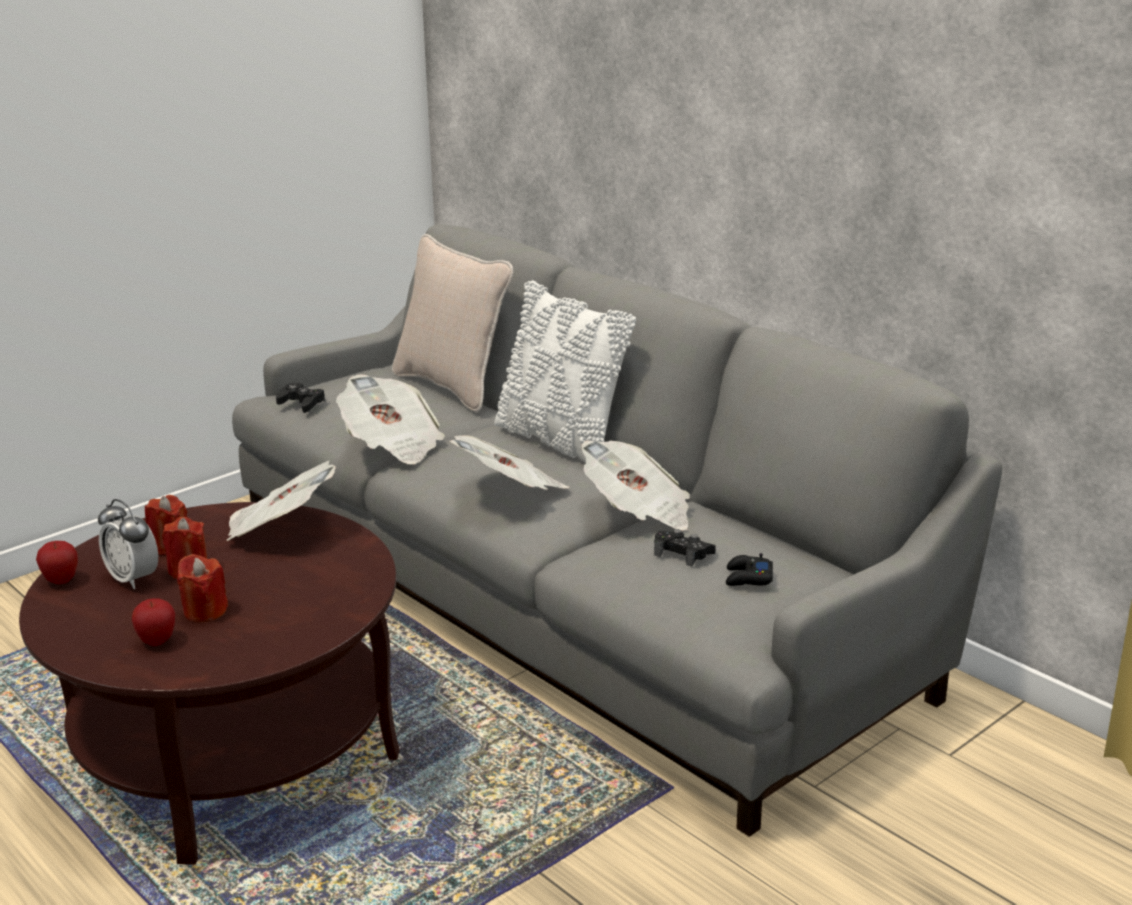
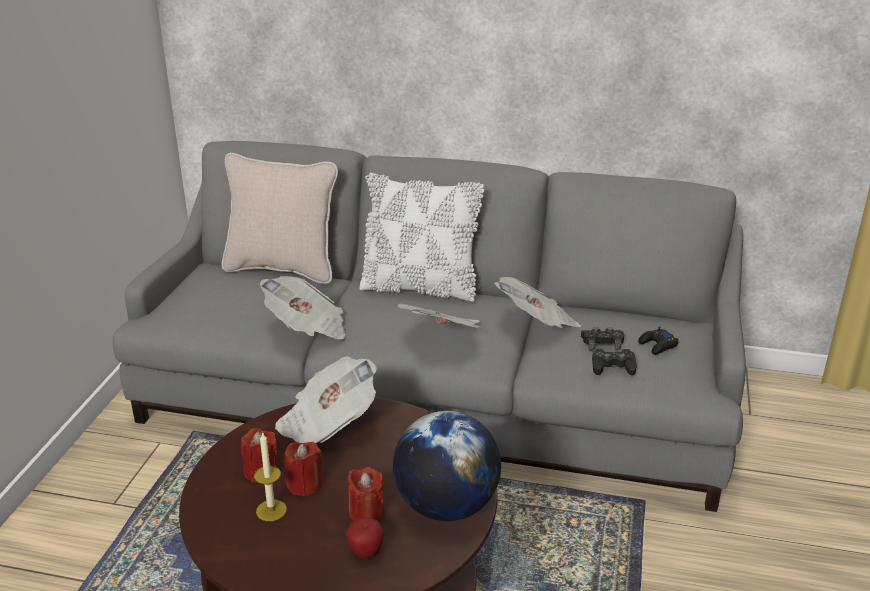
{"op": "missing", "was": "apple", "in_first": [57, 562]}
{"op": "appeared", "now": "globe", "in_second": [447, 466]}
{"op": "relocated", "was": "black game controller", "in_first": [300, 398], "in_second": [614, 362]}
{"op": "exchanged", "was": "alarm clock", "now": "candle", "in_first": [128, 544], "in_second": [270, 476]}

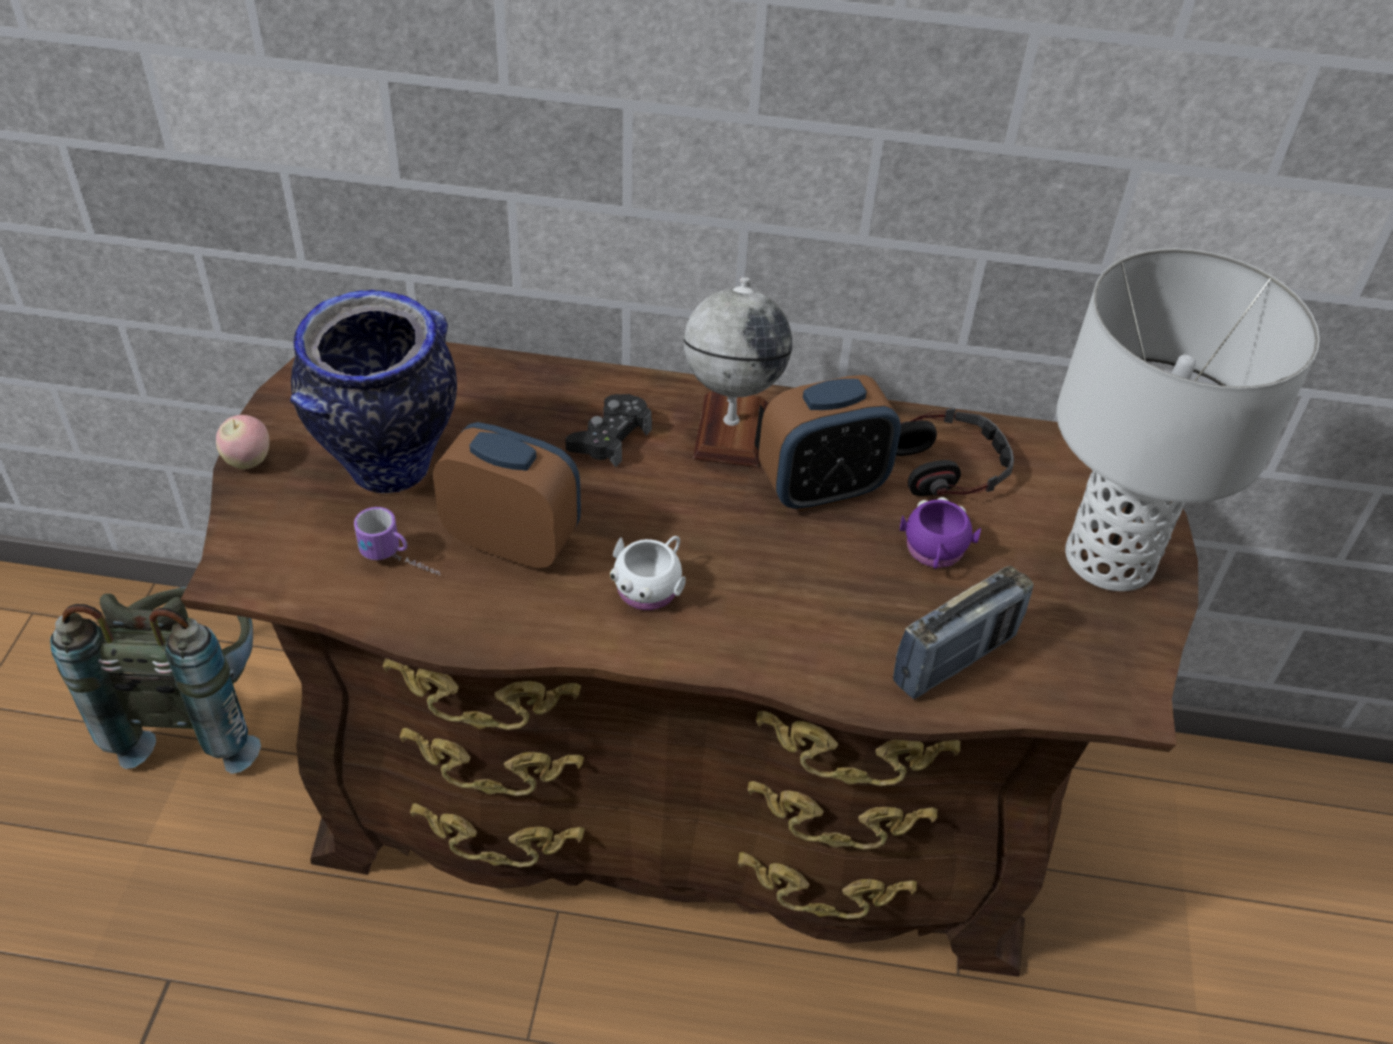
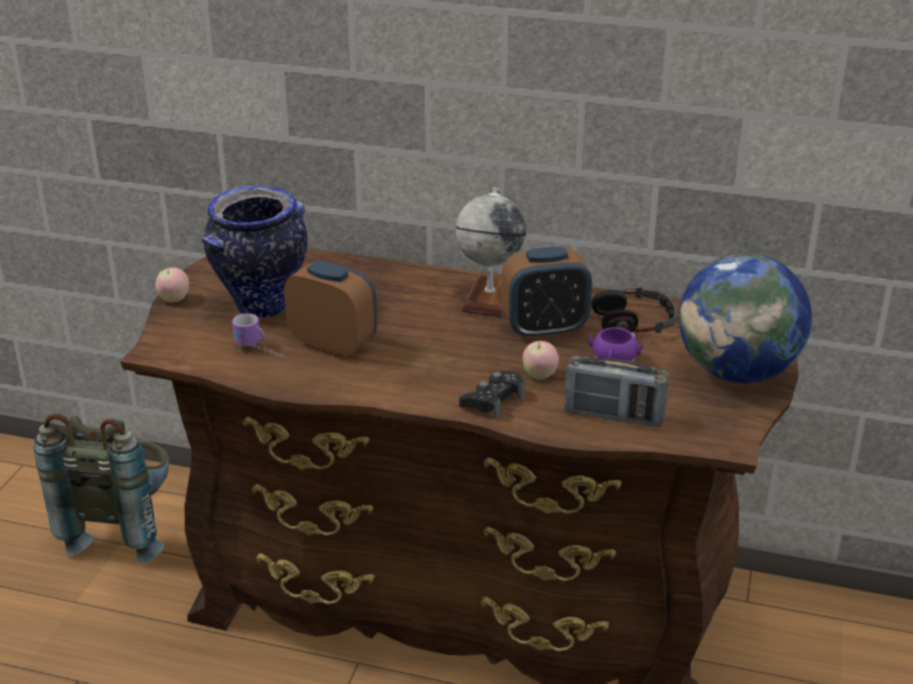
{"op": "missing", "was": "white mug", "in_first": [648, 573]}
{"op": "appeared", "now": "apple", "in_second": [541, 360]}
{"op": "relocated", "was": "black game controller", "in_first": [609, 430], "in_second": [492, 394]}
{"op": "exchanged", "was": "white table lamp", "now": "globe", "in_first": [1188, 419], "in_second": [745, 318]}
{"op": "spun", "was": "radio", "in_first": [963, 632], "in_second": [616, 391], "clockwise": 45}

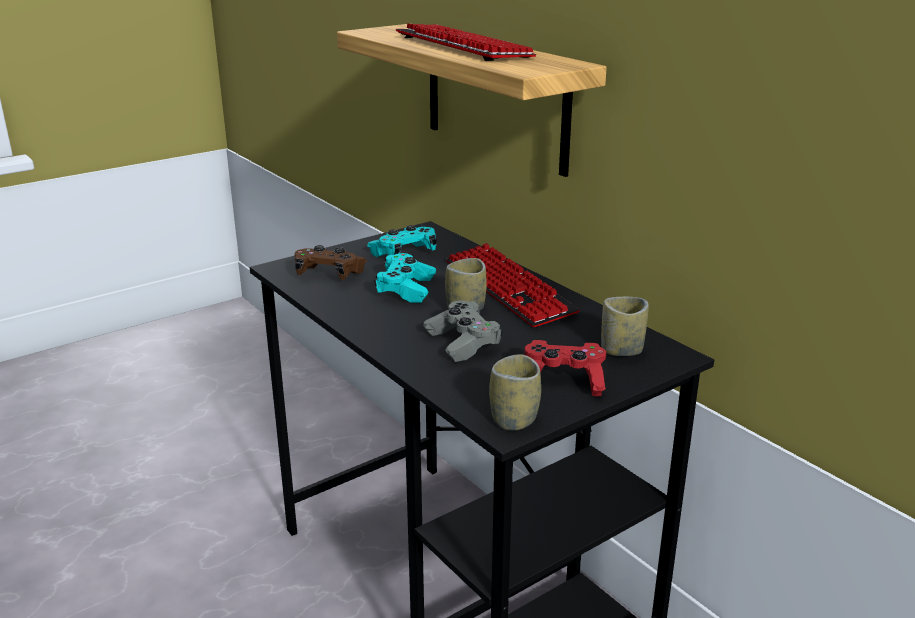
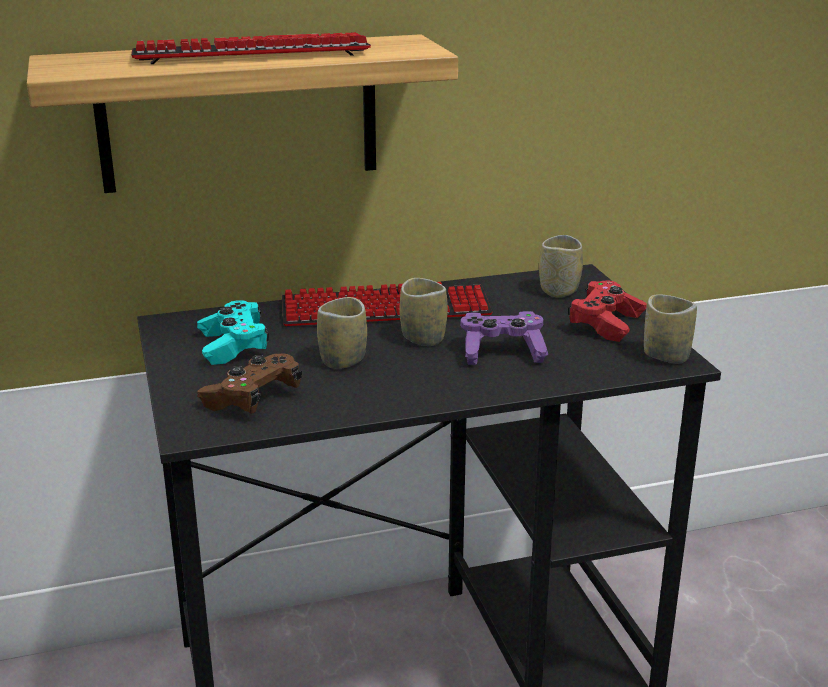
{"op": "exchanged", "was": "turquoise game controller", "now": "cup", "in_first": [405, 278], "in_second": [342, 333]}
{"op": "colour", "was": "grey game controller", "now": "purple game controller", "in_first": [463, 331], "in_second": [504, 338]}

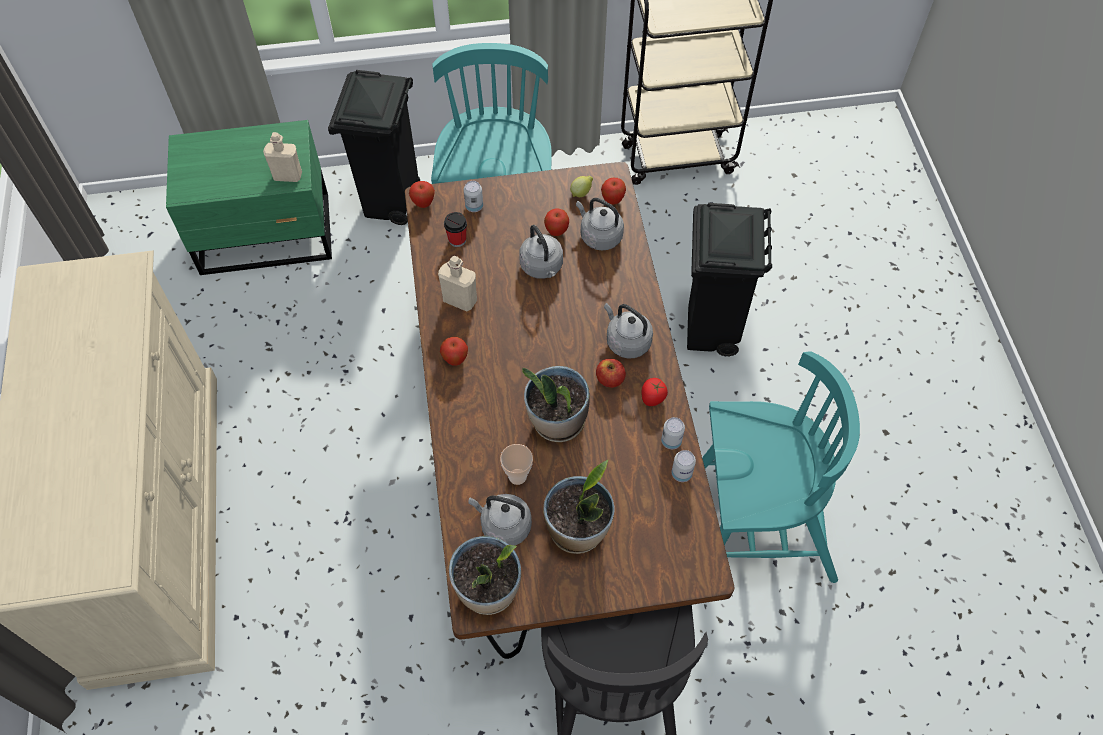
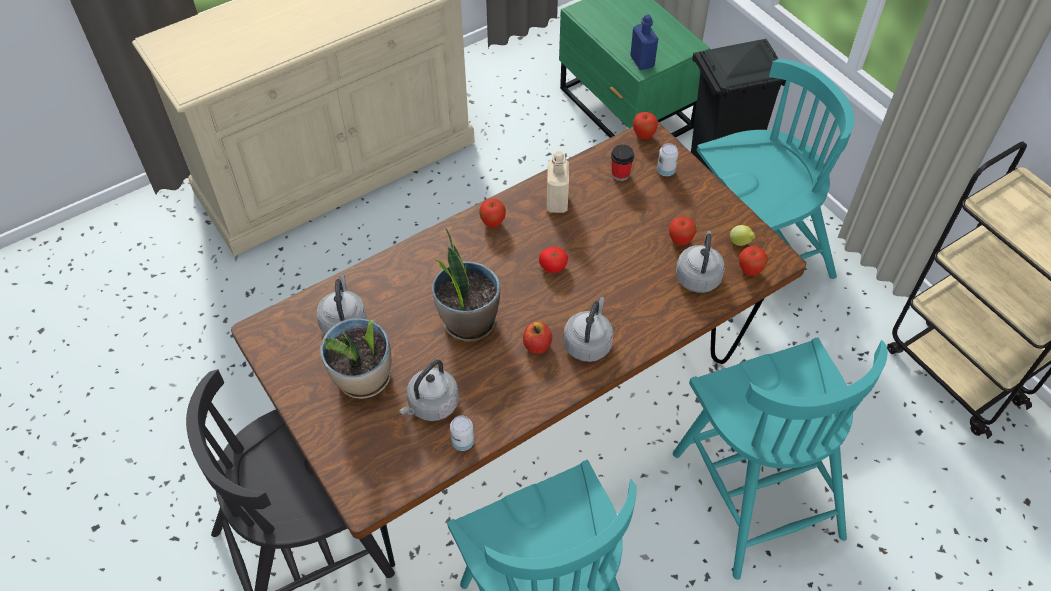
{"op": "missing", "was": "potted plant", "in_first": [485, 575]}
{"op": "missing", "was": "cup", "in_first": [516, 464]}
{"op": "missing", "was": "can", "in_first": [673, 433]}
{"op": "relocated", "was": "grey kettle", "in_first": [541, 252], "in_second": [429, 390]}
{"op": "relocated", "was": "tomato", "in_first": [654, 392], "in_second": [553, 260]}
{"op": "exchanged", "was": "black trash can", "now": "turquoise chair", "in_first": [729, 280], "in_second": [780, 458]}
{"op": "colour", "was": "beige bottle", "now": "blue bottle", "in_first": [282, 157], "in_second": [644, 42]}

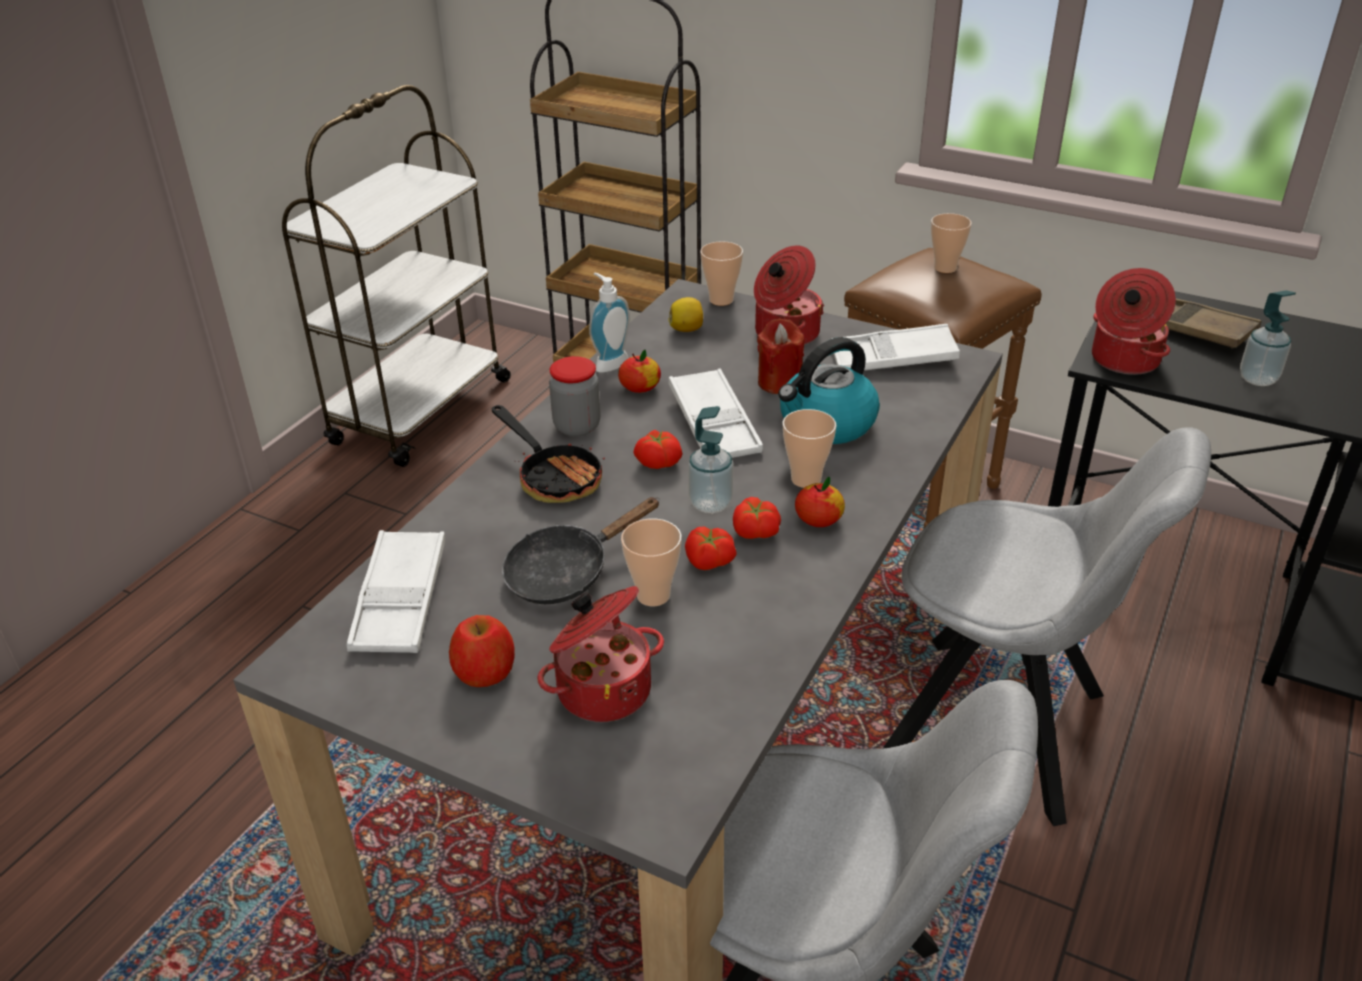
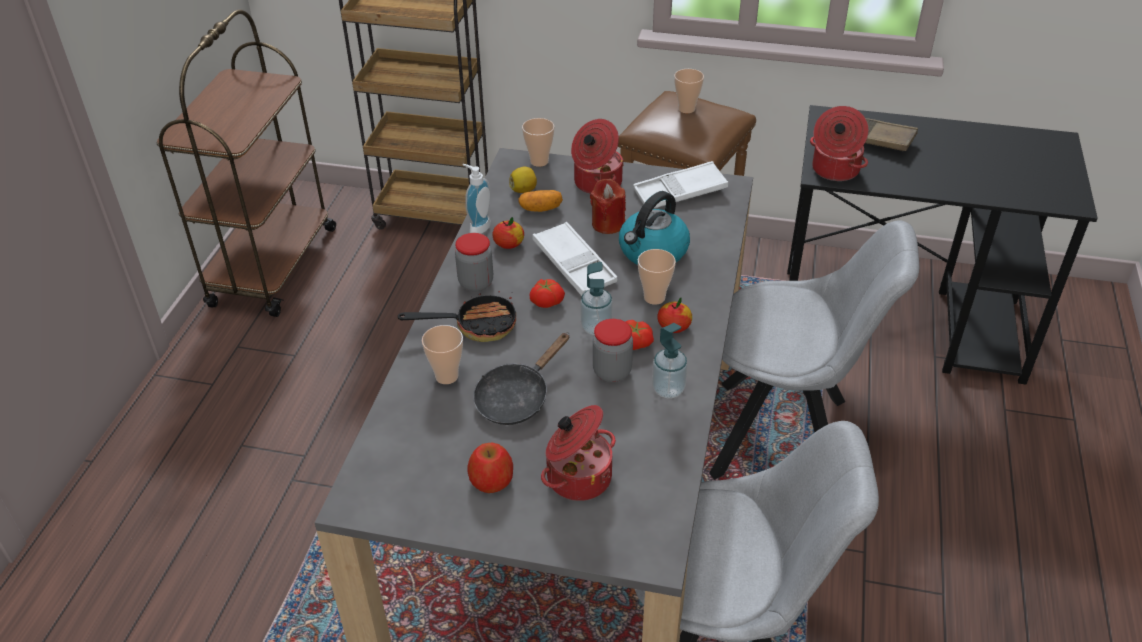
{"op": "missing", "was": "white tray", "in_first": [395, 591]}
{"op": "appeared", "now": "potato", "in_second": [540, 201]}
{"op": "relocated", "was": "cup", "in_first": [651, 562], "in_second": [442, 354]}
{"op": "relocated", "was": "soap dispenser", "in_first": [1268, 338], "in_second": [670, 360]}
{"op": "exchanged", "was": "tomato", "now": "jar", "in_first": [711, 548], "in_second": [613, 350]}
{"op": "colour", "was": "white cart", "now": "brown cart", "in_first": [396, 276], "in_second": [246, 163]}
{"op": "spun", "was": "frying pan", "in_first": [548, 454], "in_second": [457, 316], "clockwise": -45}

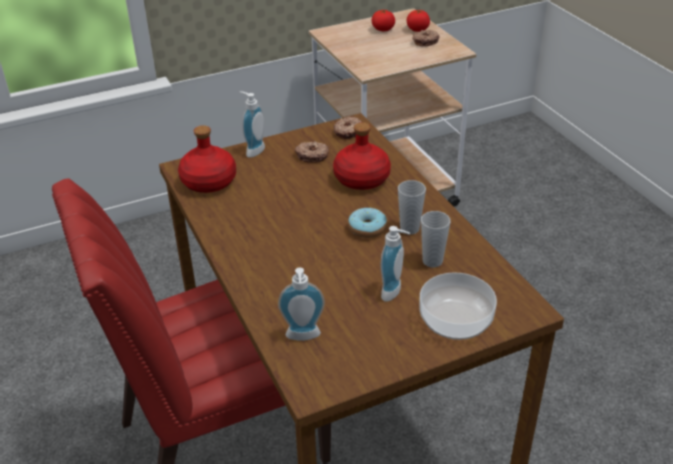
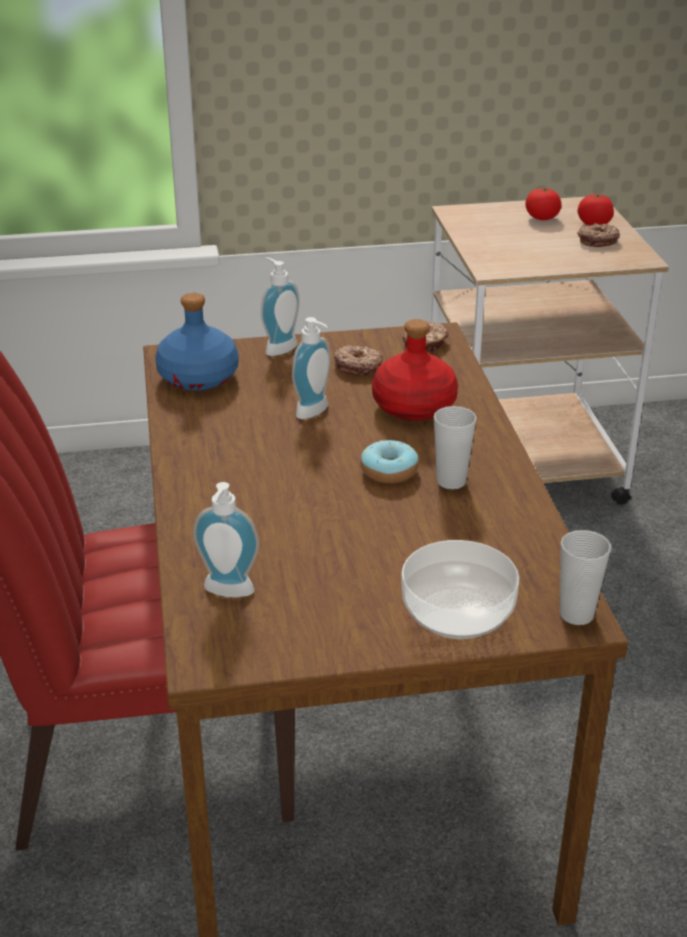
{"op": "relocated", "was": "soap dispenser", "in_first": [395, 264], "in_second": [311, 368]}
{"op": "relocated", "was": "cup", "in_first": [436, 239], "in_second": [585, 577]}
{"op": "colour", "was": "red bottle", "now": "blue bottle", "in_first": [207, 159], "in_second": [196, 342]}

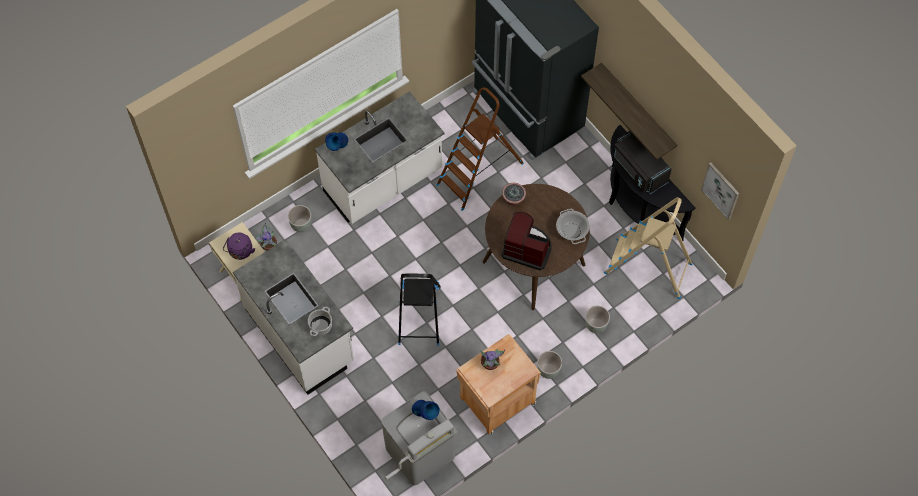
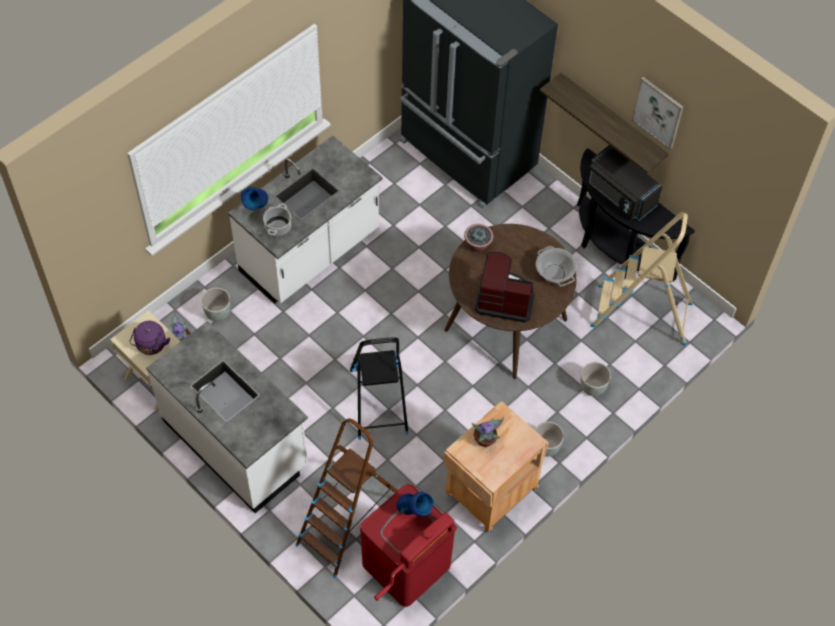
{"op": "relocated", "was": "cooking pot", "in_first": [320, 321], "in_second": [277, 219]}
{"op": "relocated", "was": "brown step ladder", "in_first": [480, 149], "in_second": [346, 498]}
{"op": "relocated", "was": "picture", "in_first": [720, 191], "in_second": [657, 113]}
{"op": "colour", "was": "grey washing machine", "now": "red washing machine", "in_first": [419, 438], "in_second": [408, 545]}

